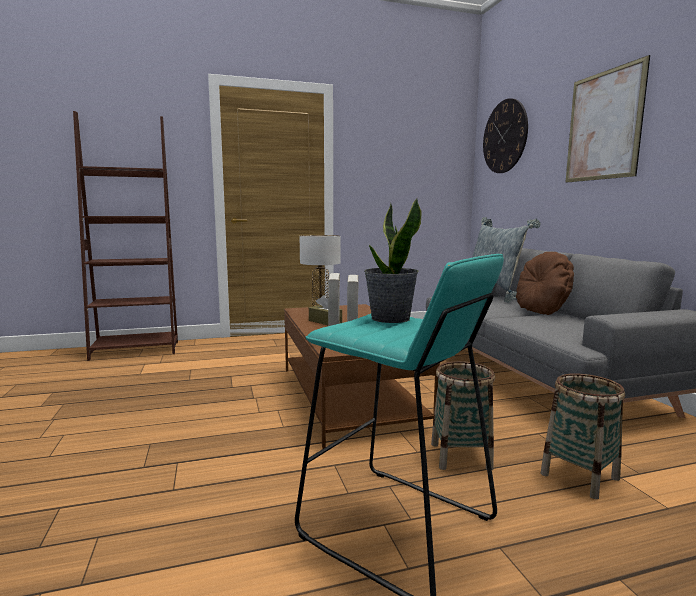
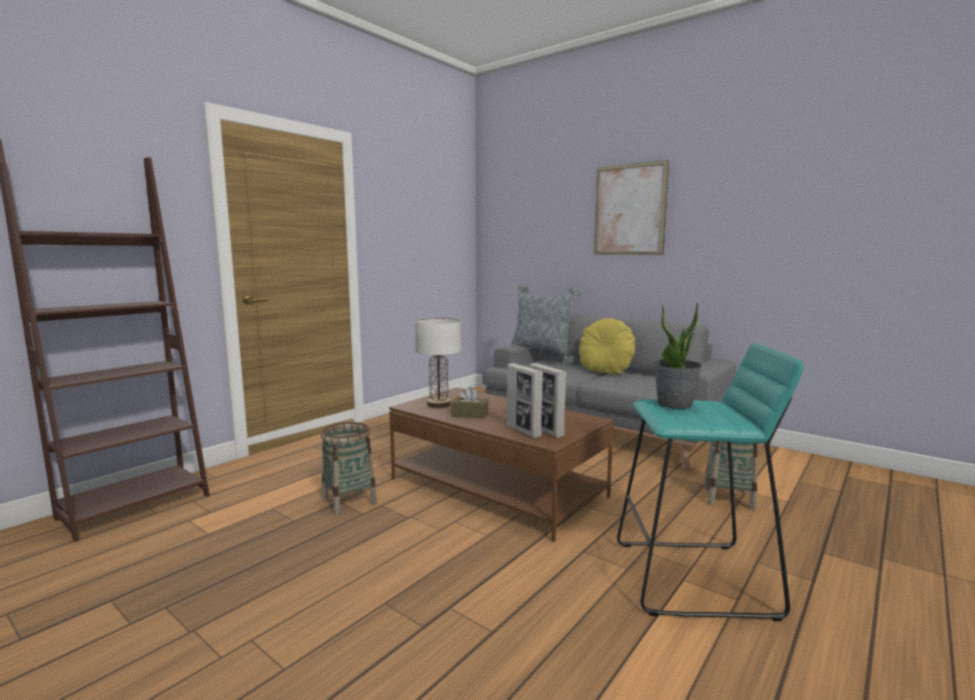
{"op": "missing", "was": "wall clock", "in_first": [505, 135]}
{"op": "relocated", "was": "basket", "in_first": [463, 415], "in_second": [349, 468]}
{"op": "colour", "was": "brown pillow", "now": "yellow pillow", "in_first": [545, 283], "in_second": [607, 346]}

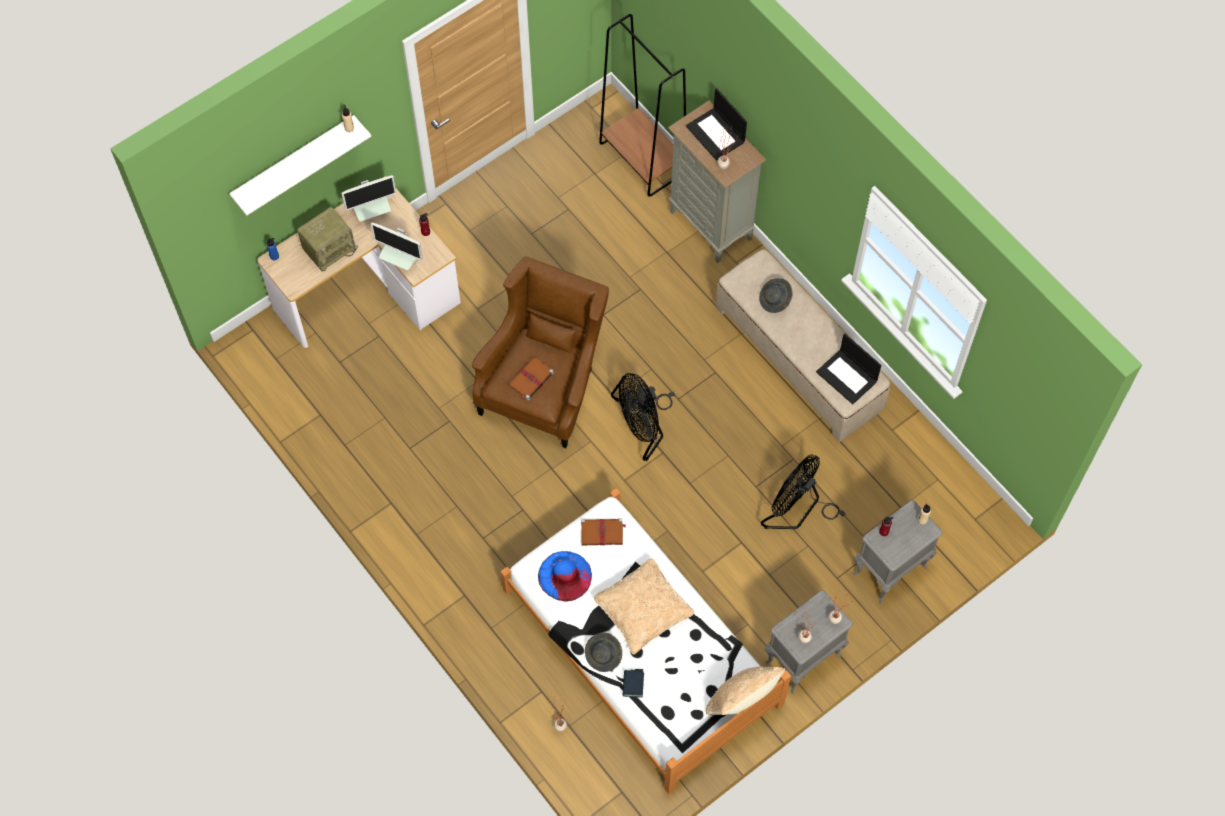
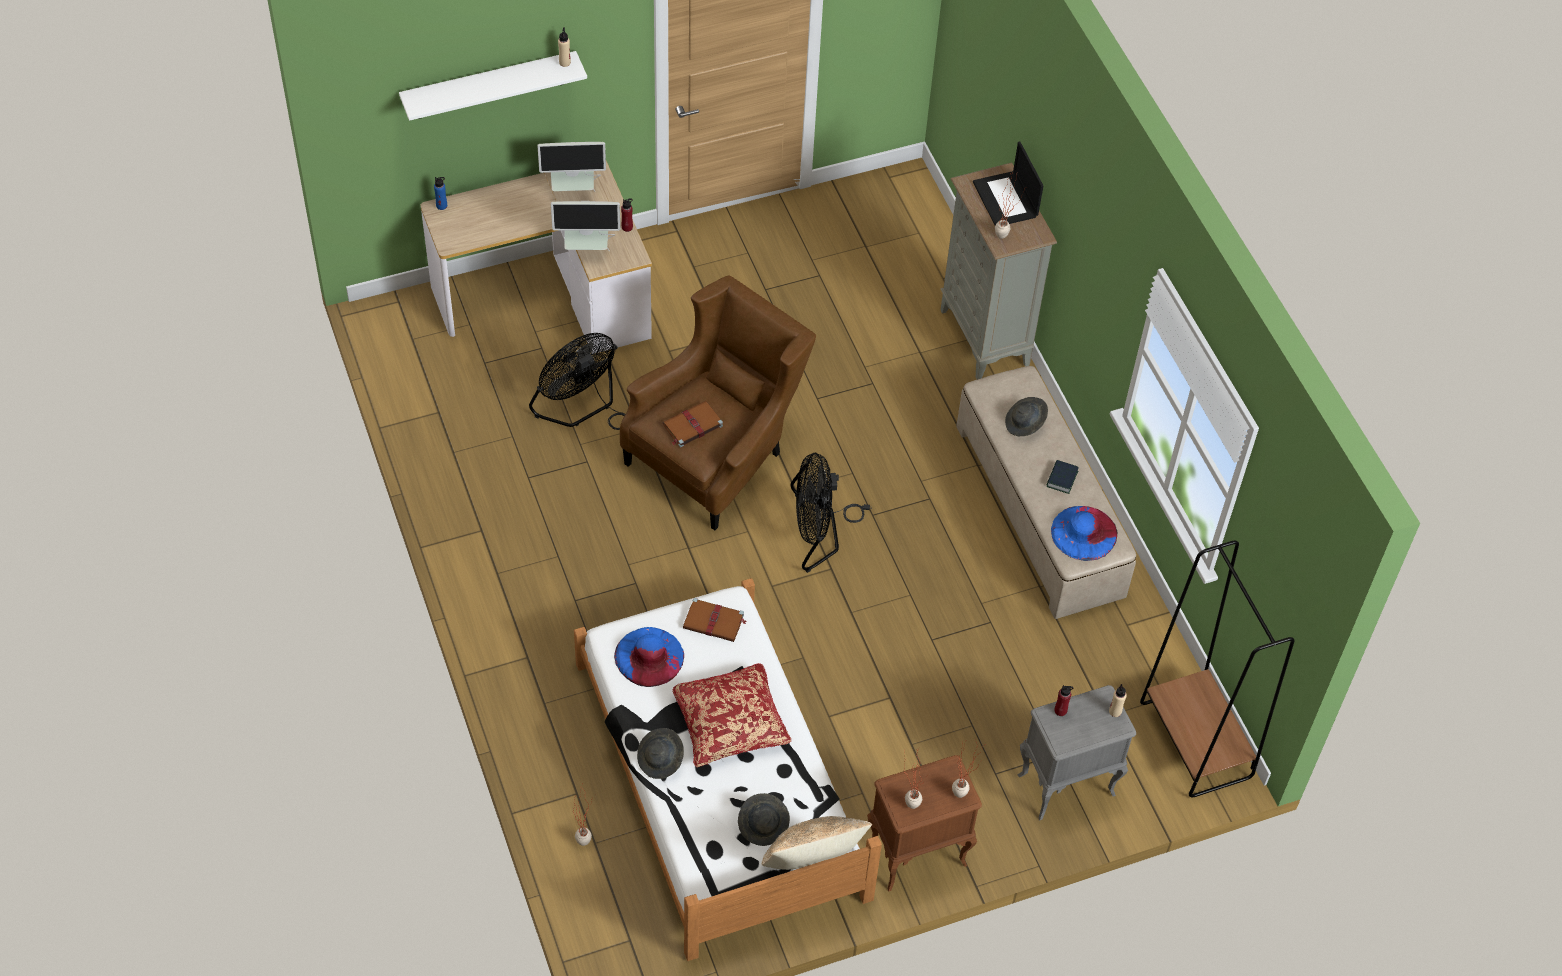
{"op": "missing", "was": "radio", "in_first": [327, 239]}
{"op": "appeared", "now": "grey hat", "in_second": [764, 819]}
{"op": "relocated", "was": "clothes rack", "in_first": [642, 105], "in_second": [1217, 668]}
{"op": "relocated", "was": "book", "in_first": [633, 684], "in_second": [1063, 477]}
{"op": "relocated", "was": "black fan", "in_first": [803, 492], "in_second": [577, 381]}
{"op": "exchanged", "was": "laptop", "now": "blue hat", "in_first": [848, 368], "in_second": [1084, 533]}
{"op": "colour", "was": "beige pillow", "now": "red pillow", "in_first": [644, 606], "in_second": [731, 715]}
{"op": "colour", "was": "grey nightstand", "now": "brown nightstand", "in_first": [809, 642], "in_second": [924, 823]}
{"op": "spun", "was": "monitor", "in_first": [397, 246], "in_second": [585, 226], "clockwise": -45}

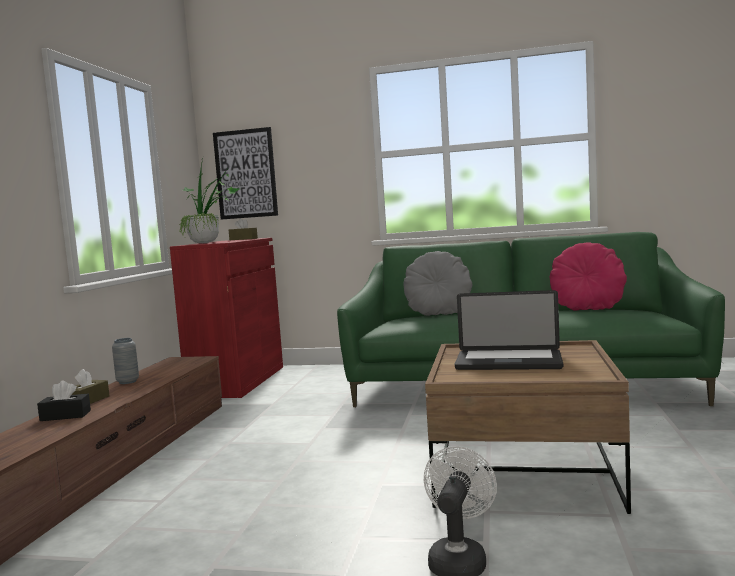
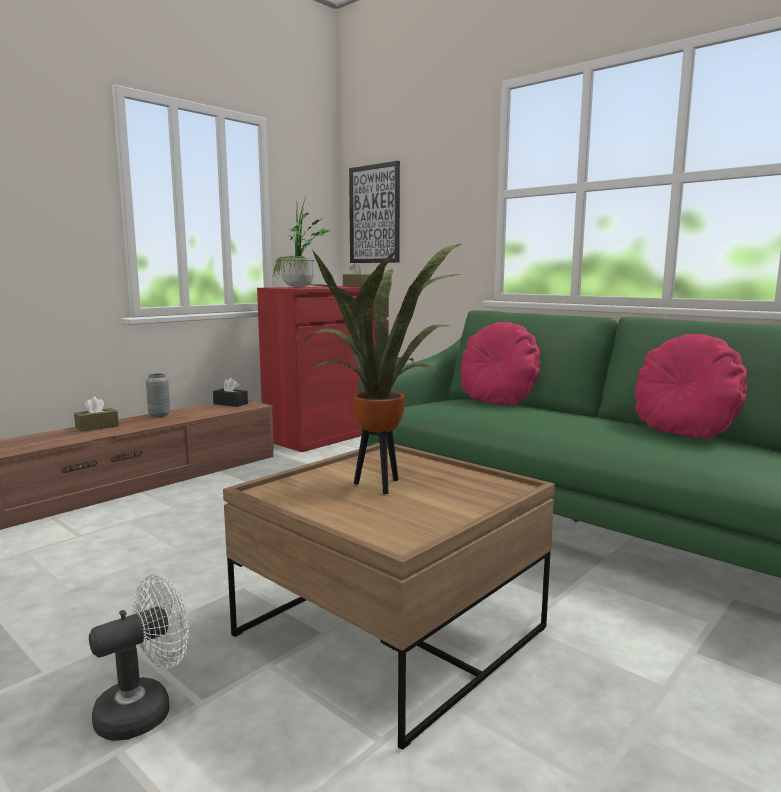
{"op": "relocated", "was": "black tissue box", "in_first": [64, 401], "in_second": [230, 392]}
{"op": "exchanged", "was": "laptop", "now": "potted plant", "in_first": [509, 330], "in_second": [382, 368]}
{"op": "colour", "was": "grey pillow", "now": "pink pillow", "in_first": [437, 283], "in_second": [500, 363]}

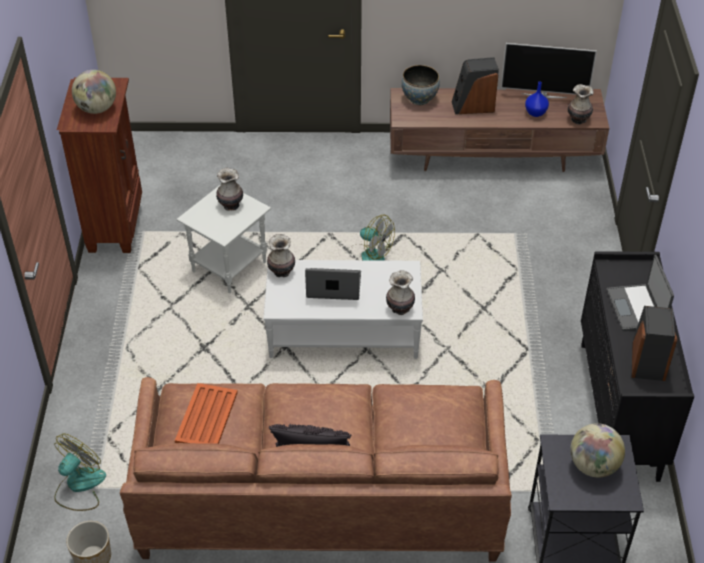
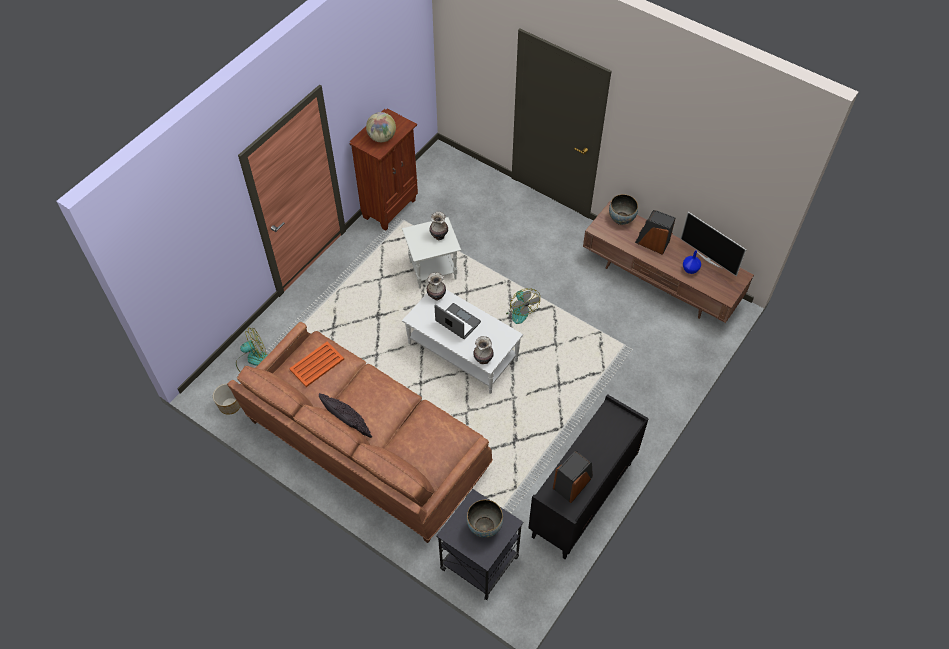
{"op": "missing", "was": "vase", "in_first": [581, 104]}
{"op": "missing", "was": "laptop", "in_first": [640, 293]}
{"op": "exchanged", "was": "globe", "now": "bowl", "in_first": [597, 450], "in_second": [484, 519]}

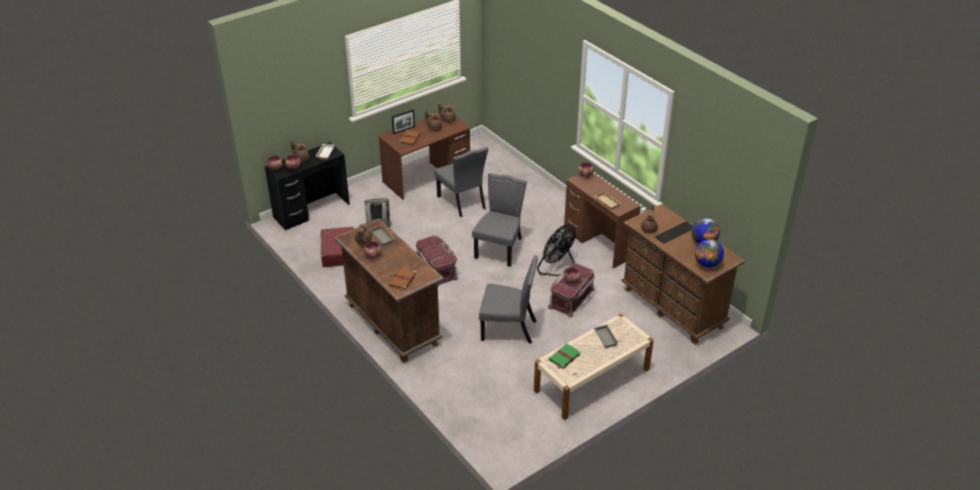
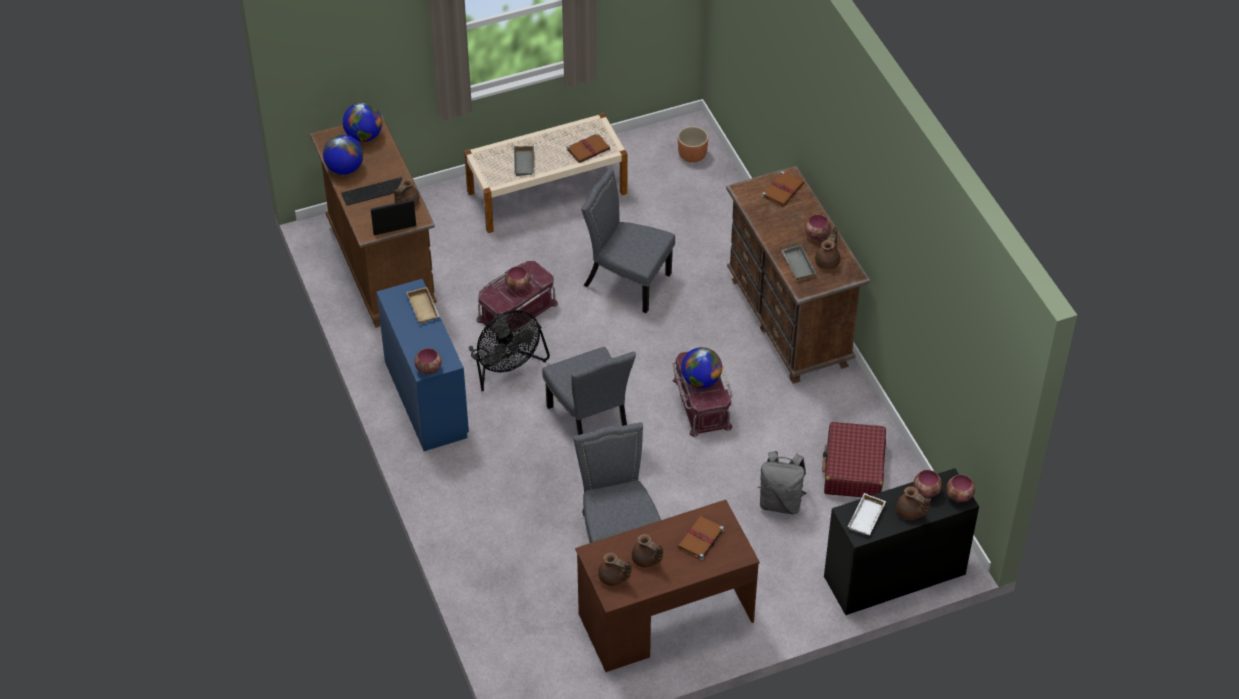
{"op": "appeared", "now": "brown planter", "in_second": [693, 144]}
{"op": "appeared", "now": "globe", "in_second": [701, 367]}
{"op": "relocated", "was": "picture frame", "in_first": [403, 122], "in_second": [393, 217]}
{"op": "colour", "was": "green book", "now": "brown book", "in_first": [565, 356], "in_second": [588, 148]}
{"op": "colour", "was": "brown desk", "now": "blue desk", "in_first": [602, 221], "in_second": [423, 365]}
{"op": "spun", "was": "grey chair", "in_first": [499, 220], "in_second": [589, 391], "clockwise": -60}

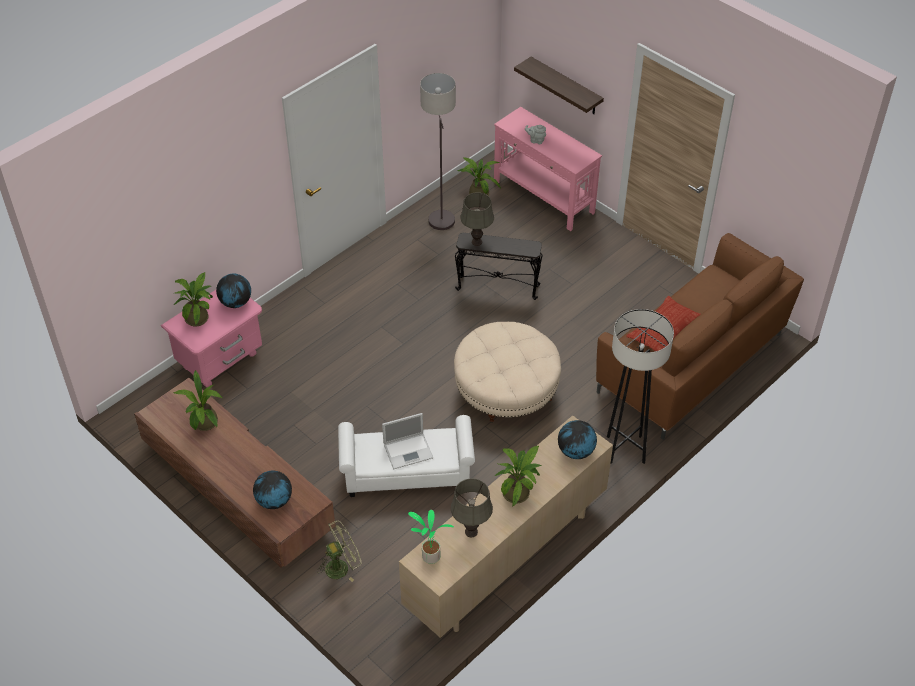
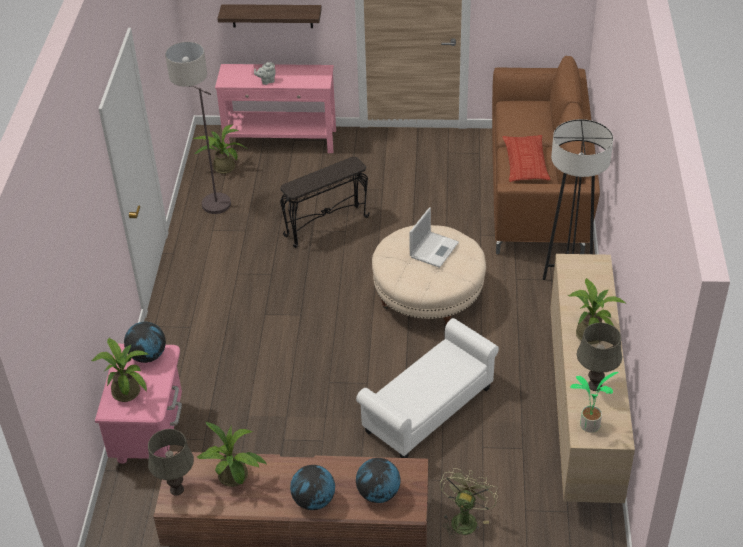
{"op": "relocated", "was": "laptop", "in_first": [407, 441], "in_second": [434, 237]}
{"op": "relocated", "was": "grey table lamp", "in_first": [477, 219], "in_second": [171, 462]}
{"op": "relocated", "was": "globe", "in_first": [577, 439], "in_second": [312, 487]}

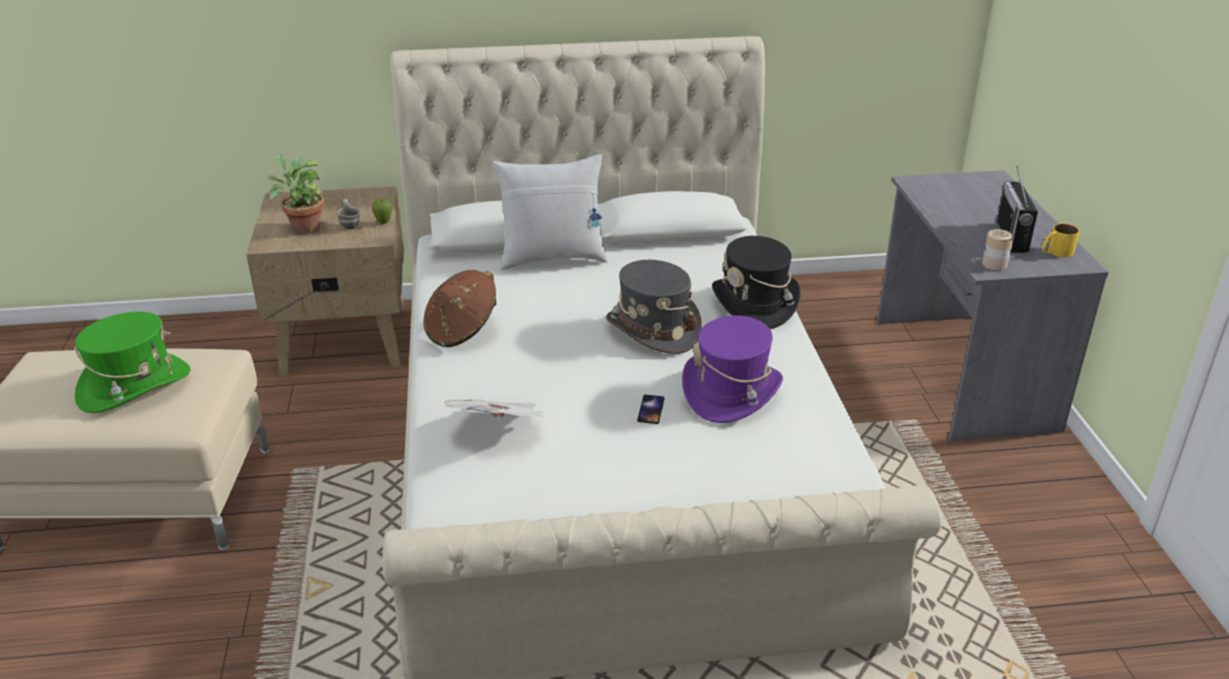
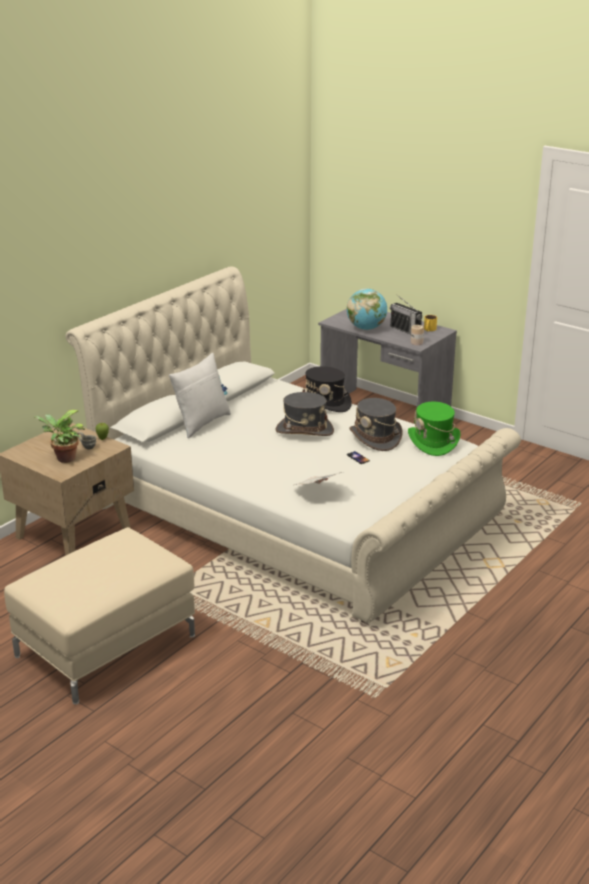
{"op": "missing", "was": "brown hat", "in_first": [459, 308]}
{"op": "appeared", "now": "globe", "in_second": [367, 309]}
{"op": "relocated", "was": "green hat", "in_first": [132, 362], "in_second": [434, 429]}
{"op": "colour", "was": "purple hat", "now": "grey hat", "in_first": [732, 369], "in_second": [376, 424]}

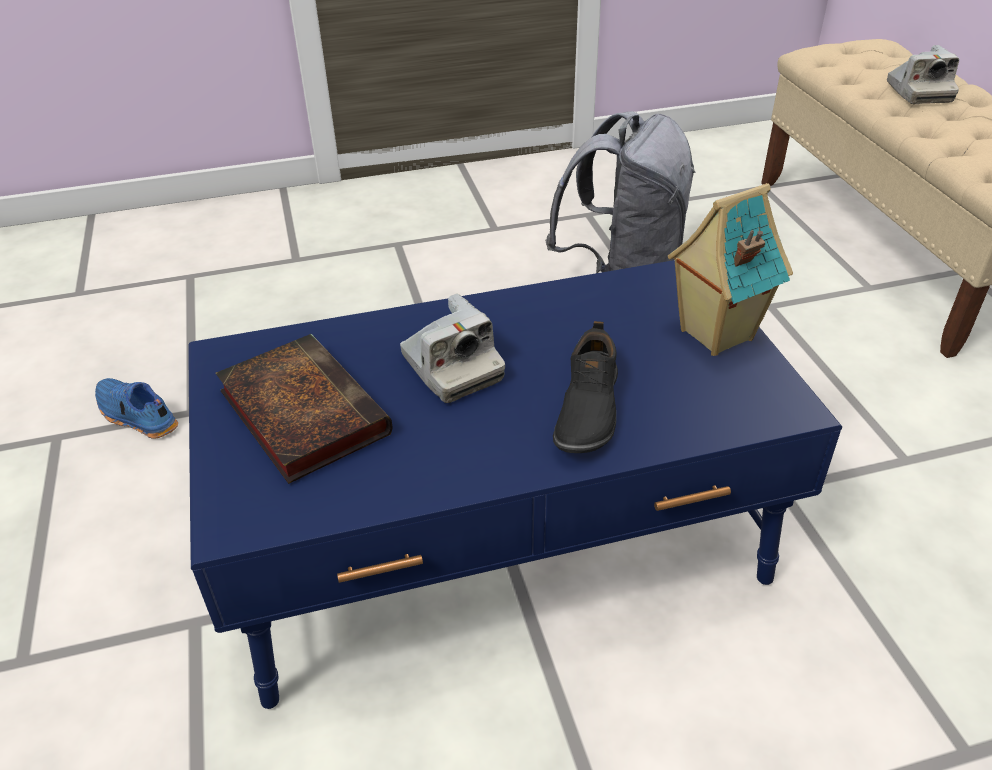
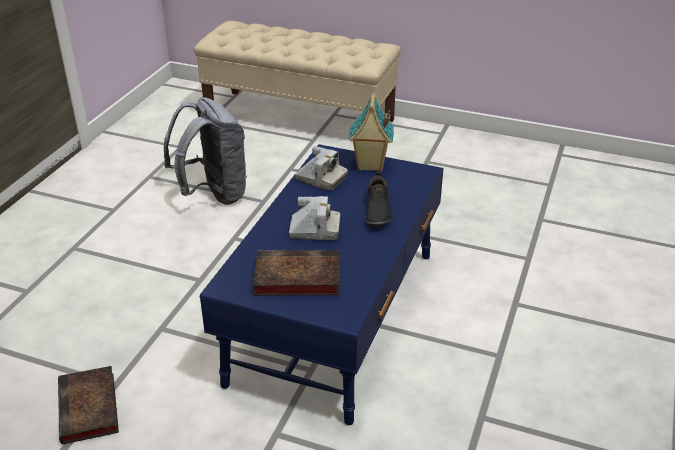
{"op": "relocated", "was": "photo camera", "in_first": [923, 74], "in_second": [321, 168]}
{"op": "exchanged", "was": "blue shoe", "now": "book", "in_first": [136, 408], "in_second": [88, 405]}
{"op": "spun", "was": "black shoe", "in_first": [585, 387], "in_second": [378, 199], "clockwise": 45}

